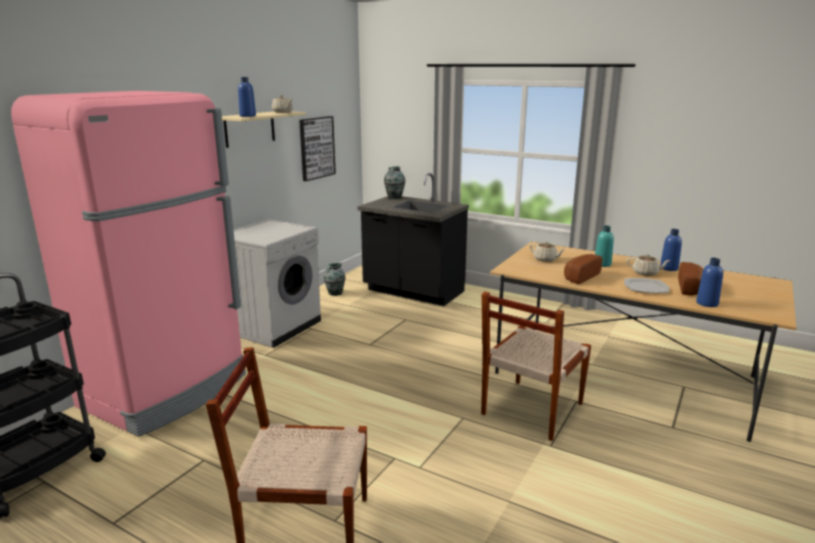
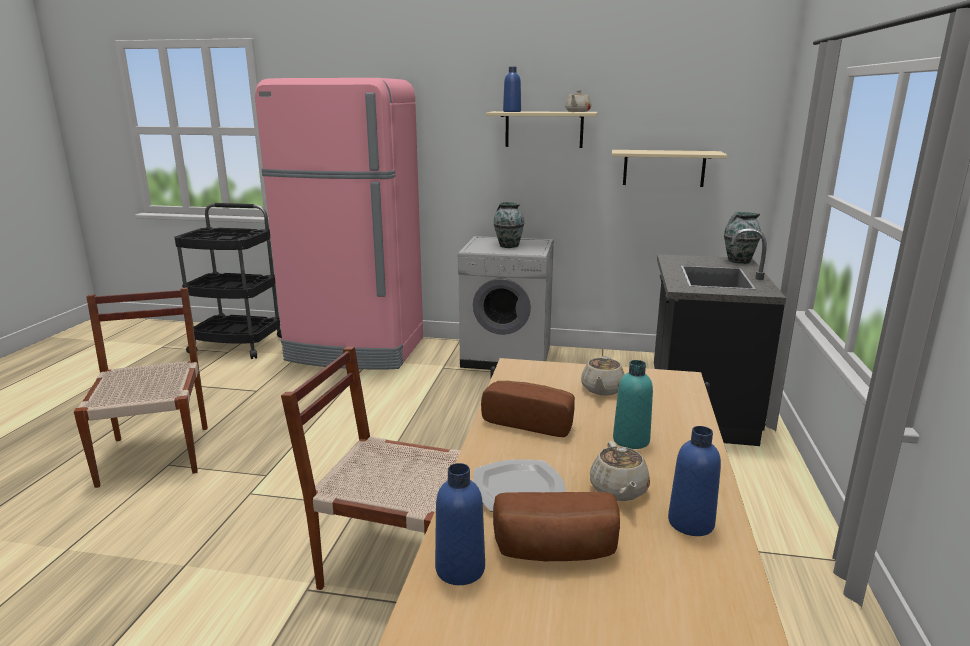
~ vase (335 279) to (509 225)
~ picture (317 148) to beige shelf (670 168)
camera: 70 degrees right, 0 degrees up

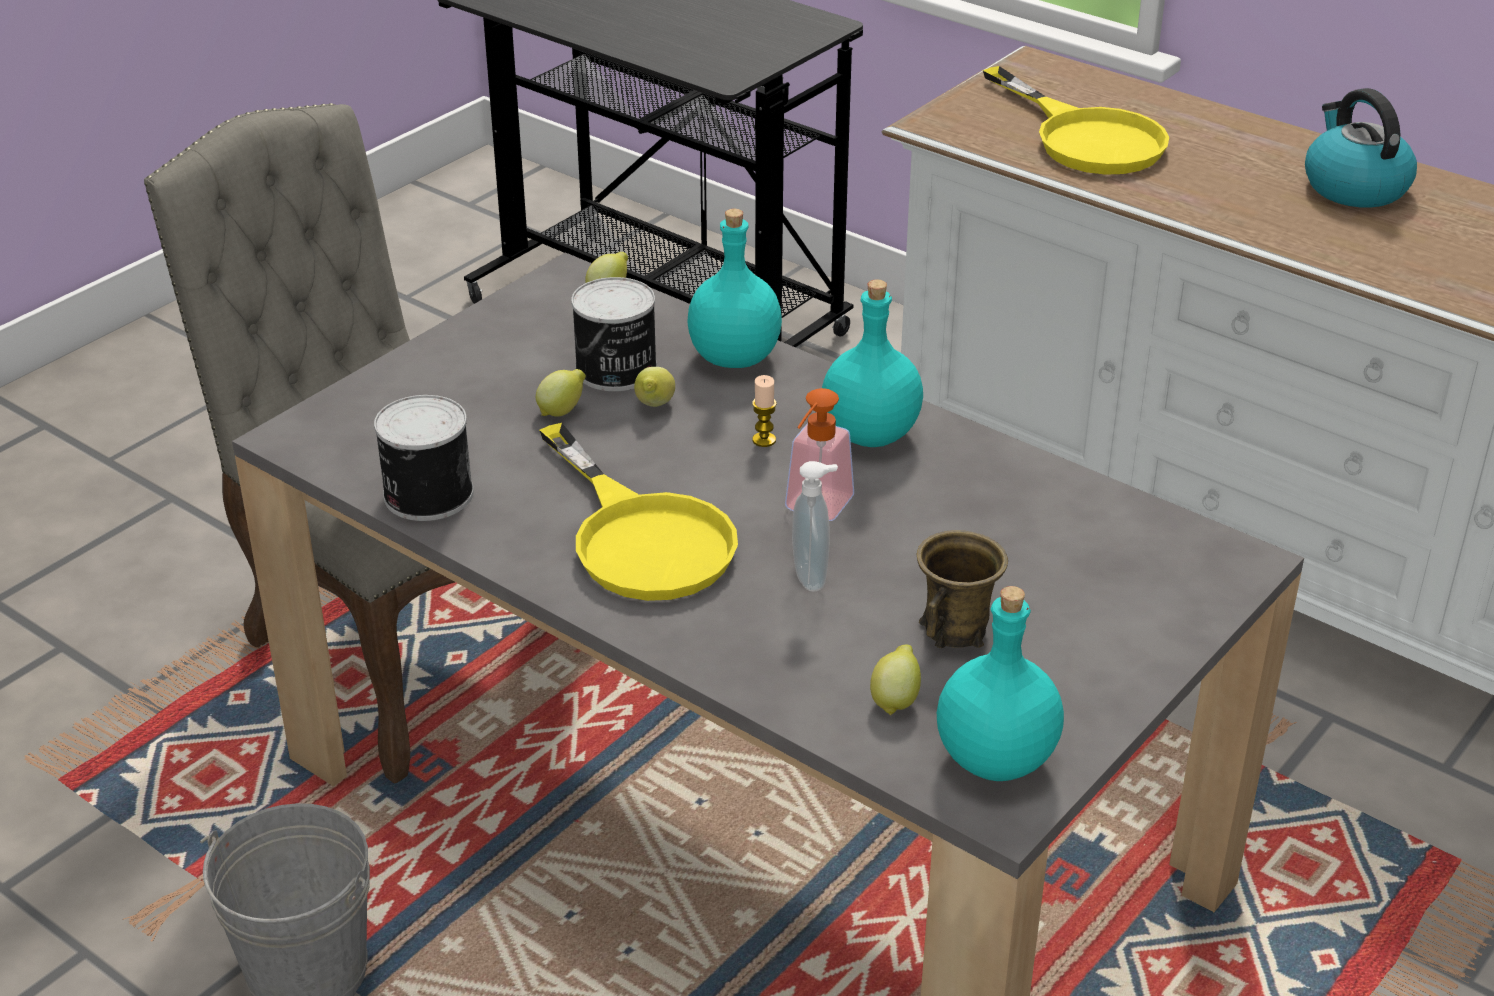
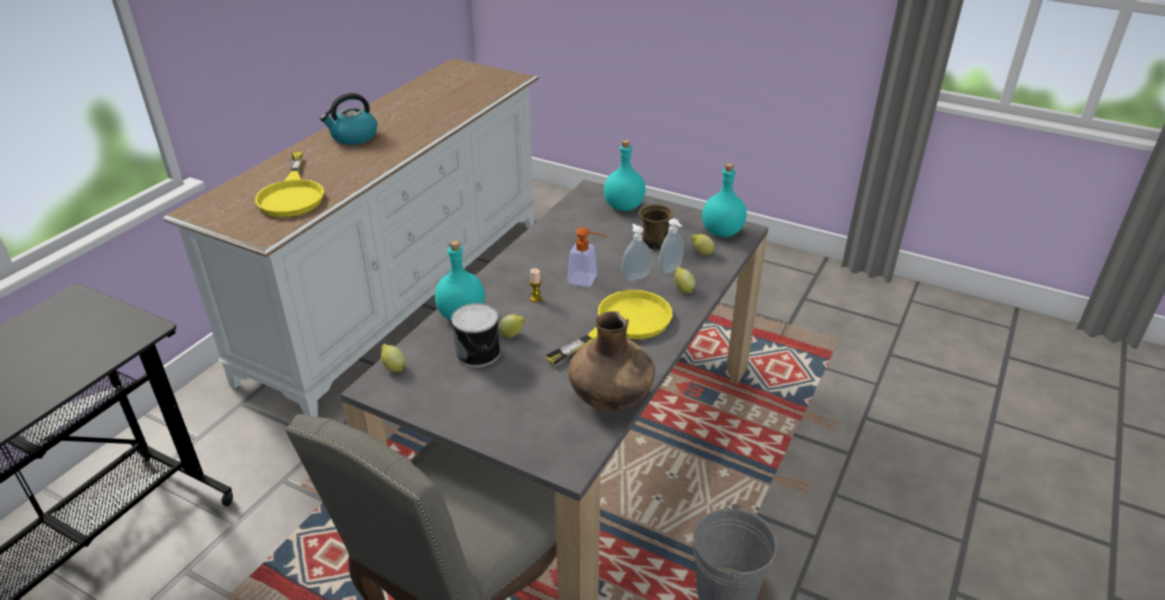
~ yellow frying pan (1076 120) = (289 184) 120 degrees clockwise
~ can (424 458) to brown vase (611 361)
~ turquoise bottle (872 363) to (625 175)
+ soap dispenser (671 246)
~ lemon (561 393) to (684 280)
camera: 100 degrees left, 0 degrees up

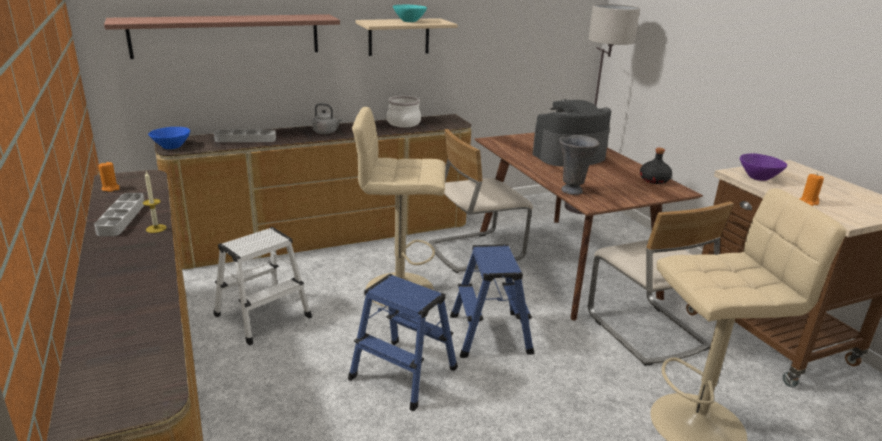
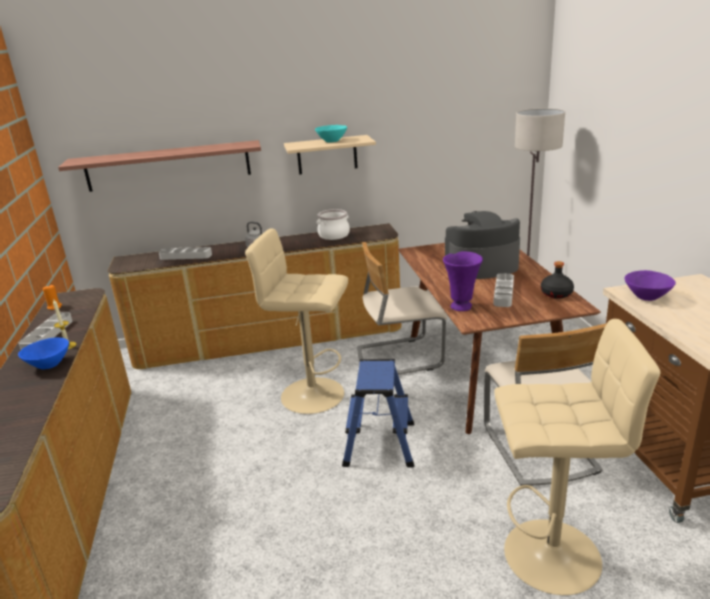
~ blue bowl (169 138) to (43 353)
~ grey vase (579 165) to purple vase (463 281)
+ grey tray (503 290)
- white step ladder (263 286)
- blue step ladder (403 342)
- orange candle (811 189)
camera: 15 degrees right, 0 degrees up

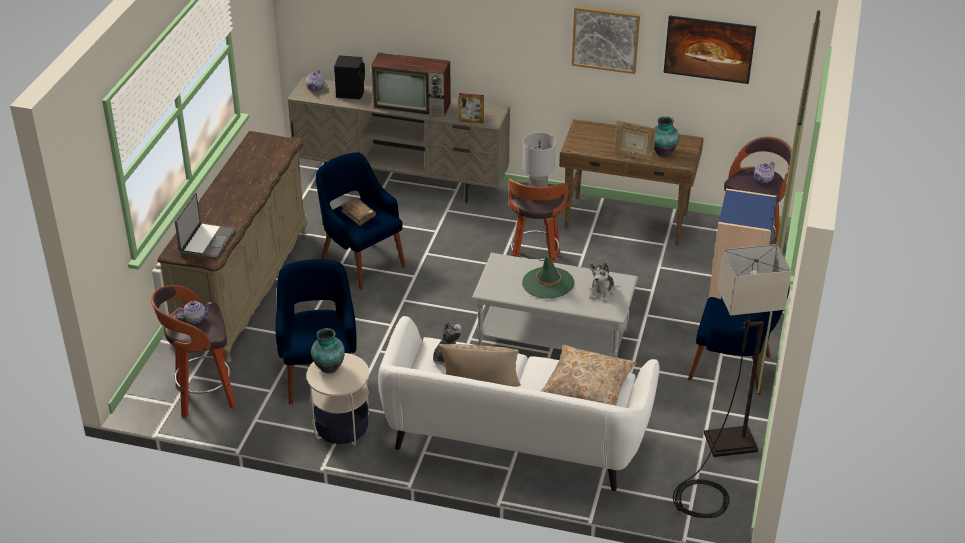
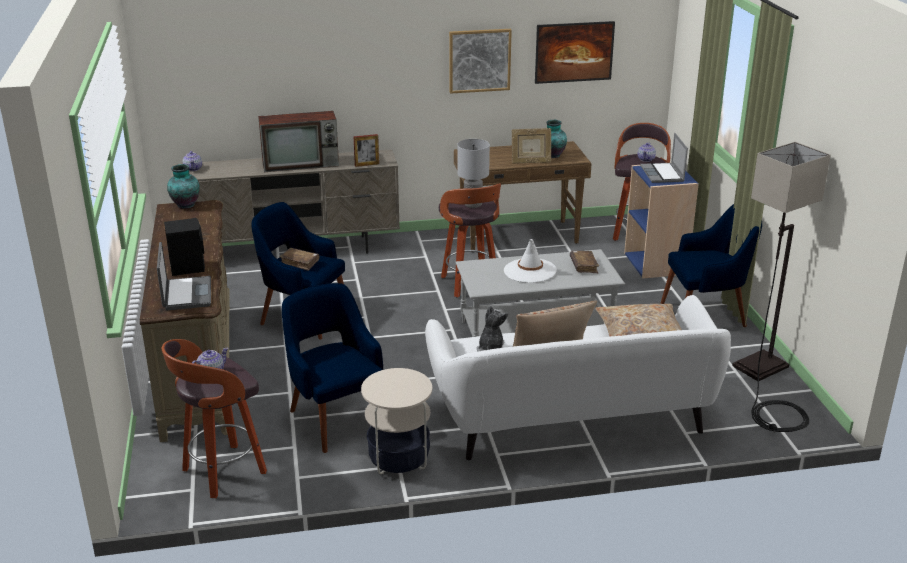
~ black speaker (349 77) to (184 247)
~ vase (328 350) to (183 186)
~ green hat (548 277) to white hat (530 261)
~ plush toy (602 282) to brown book (584 262)
+ laptop (664 158)
camera: 25 degrees left, 10 degrees down

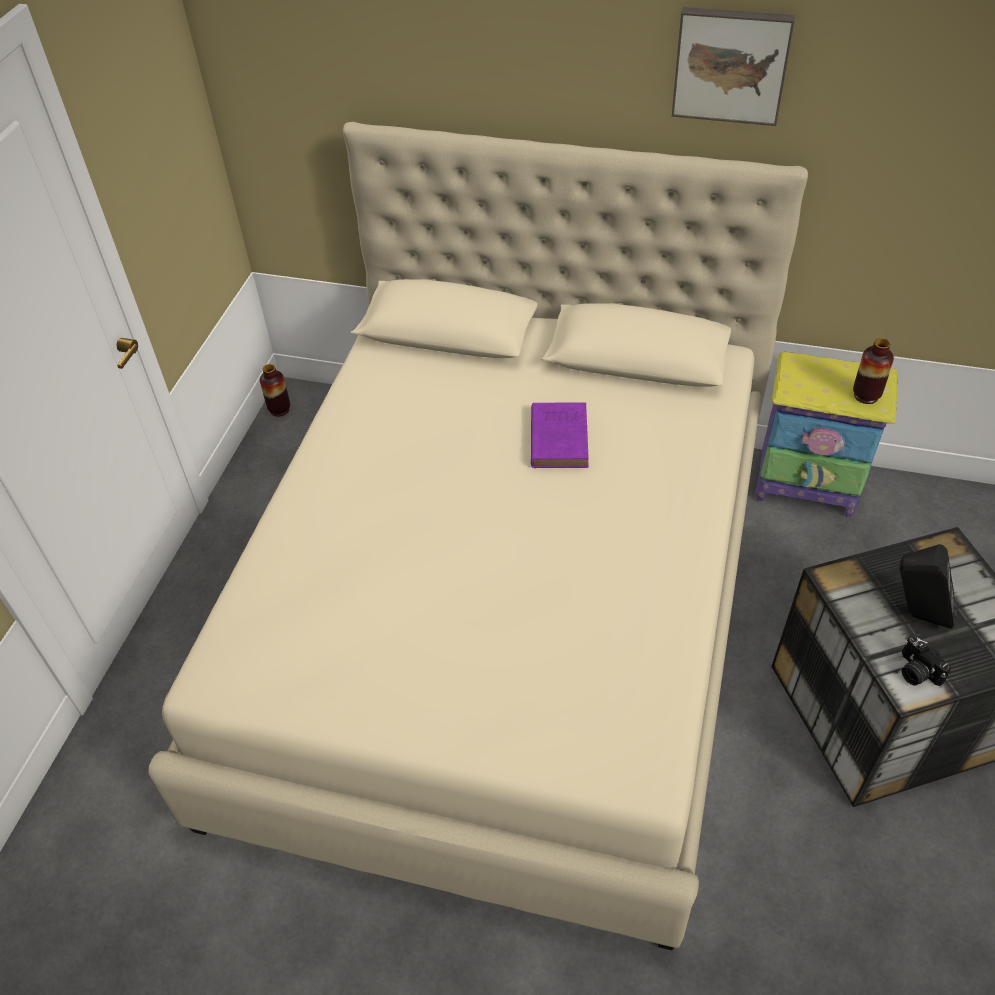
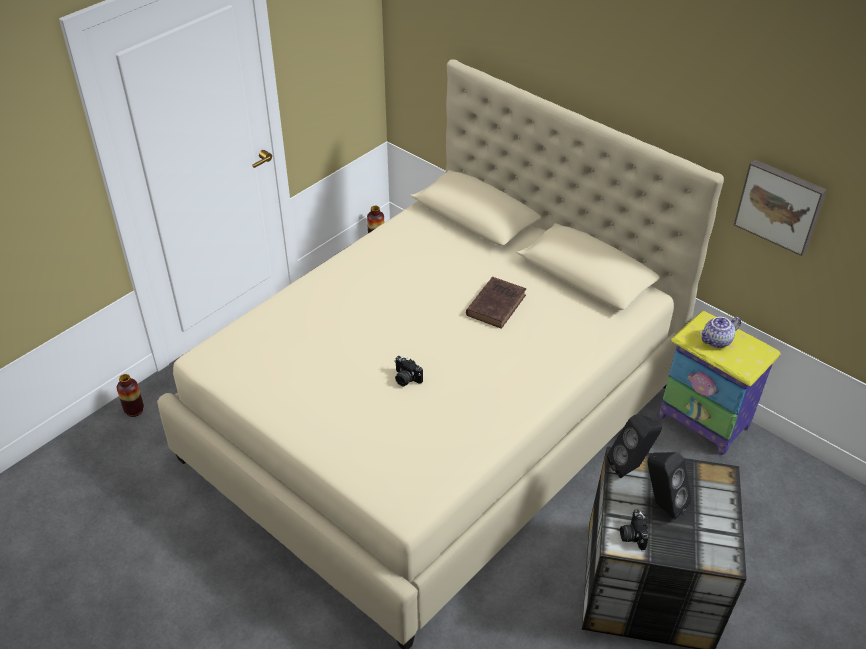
~ vase (873 371) to (130 395)
+ photo camera (409 371)
~ purple book (560 435) to brown book (496 303)
+ black speaker (634 446)
+ teapot (720 332)
~ picture (733 66) to (780 207)
camera: 25 degrees right, 5 degrees down

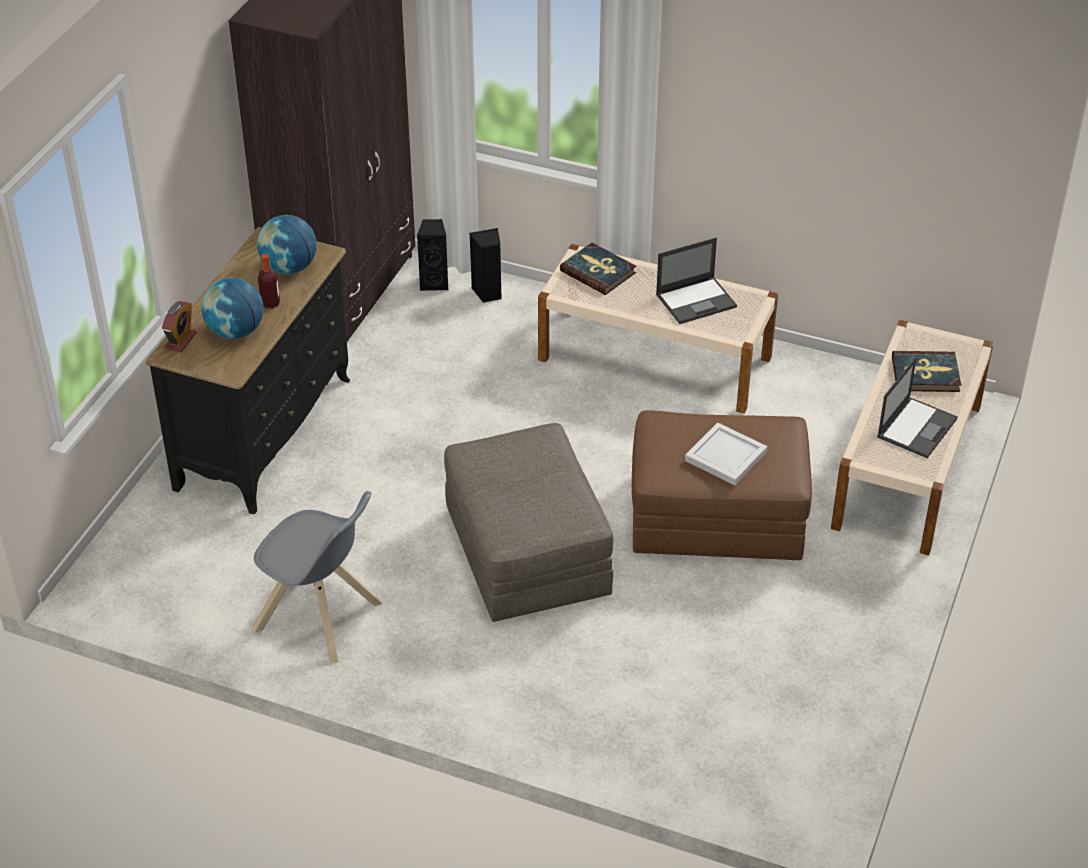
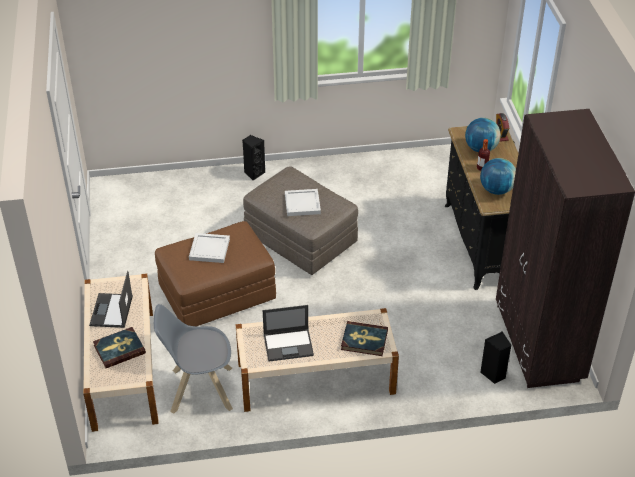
~ grey chair (317 577) to (193 359)
~ black speaker (485 265) to (253 158)
~ laptop (696 281) = (288 333) 135 degrees counterclockwise
+ white tray (303 202)
camera: 150 degrees right, 0 degrees up

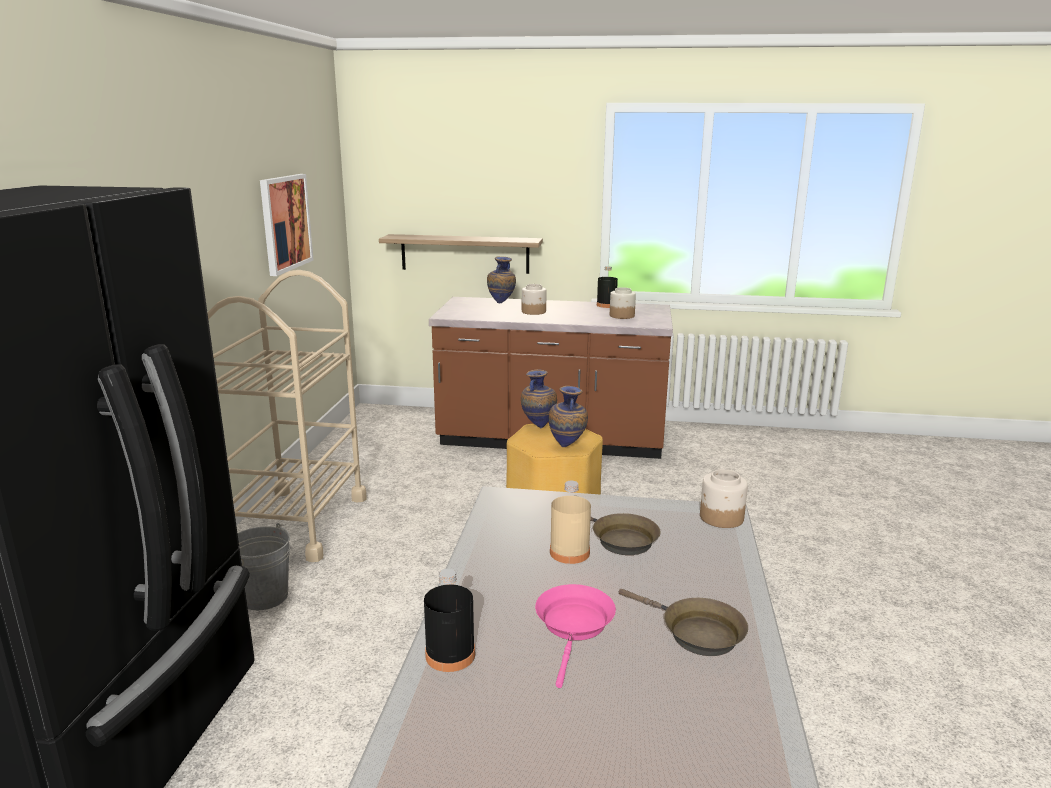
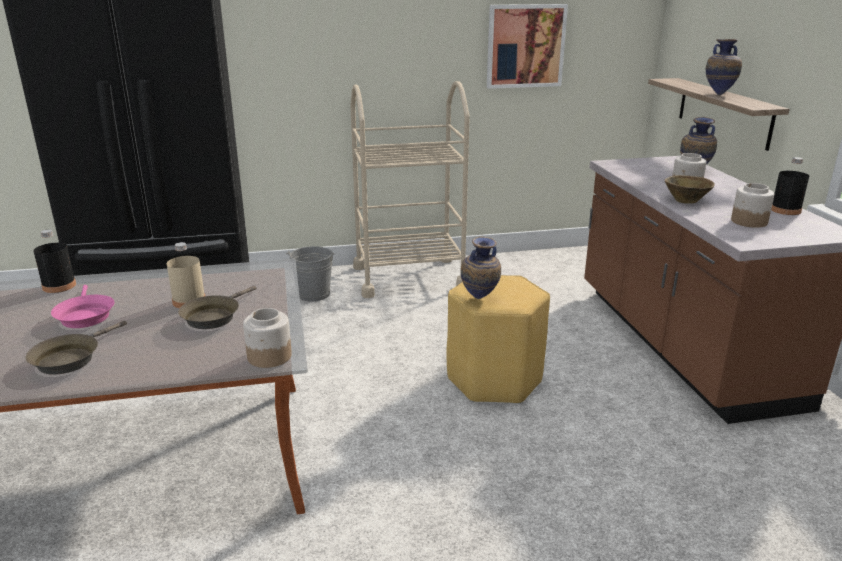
~ pink frying pan (575 636) = (82 306) 75 degrees clockwise
+ brown bowl (690 189)
~ vase (539 398) to (724 67)
camera: 70 degrees right, 5 degrees up

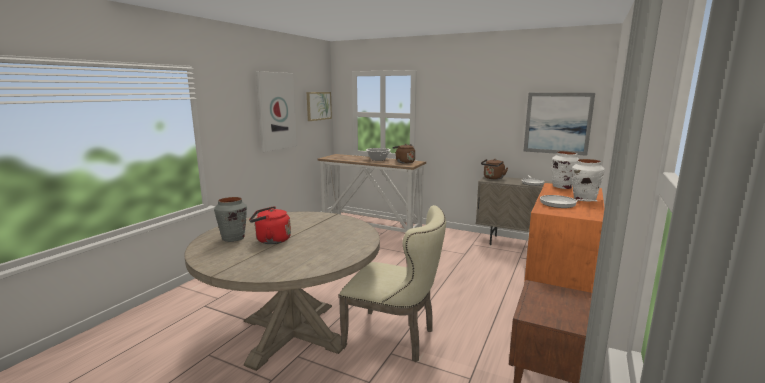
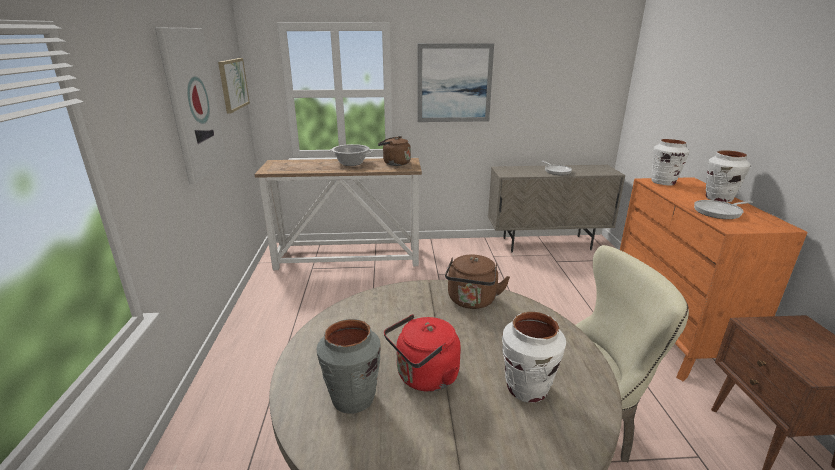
~ picture (559 124) to (456 82)
~ brown kettle (494 169) to (477 282)
+ white vase (533 357)
camera: 30 degrees left, 10 degrees up

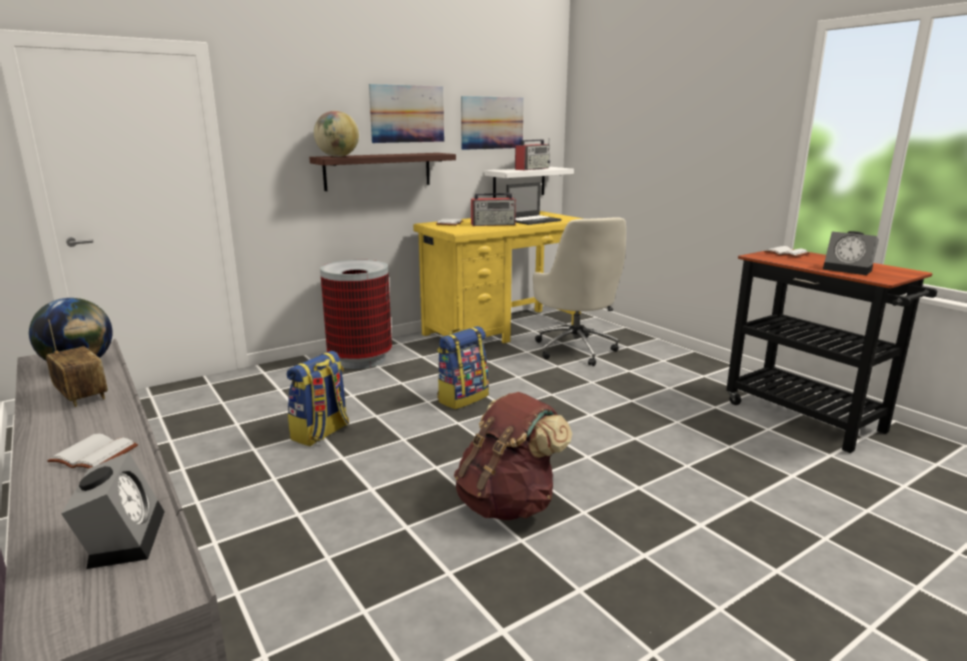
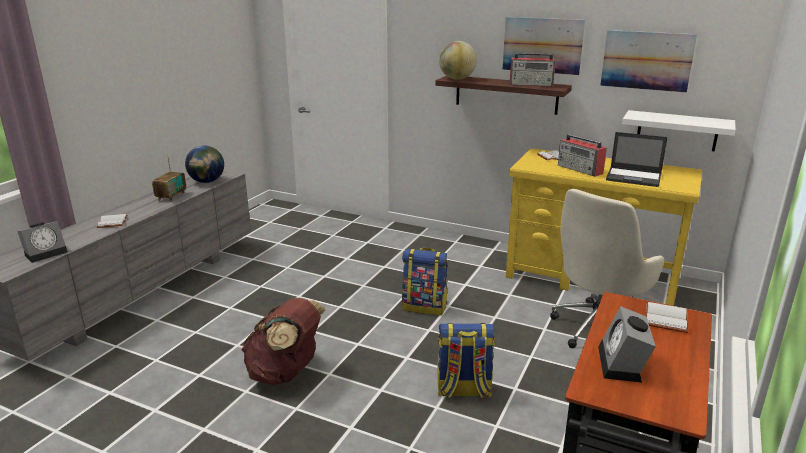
~ backpack (318 398) to (466 360)
~ radio (532 154) to (533 70)
- trash can (356 314)
camera: 60 degrees right, 5 degrees up

